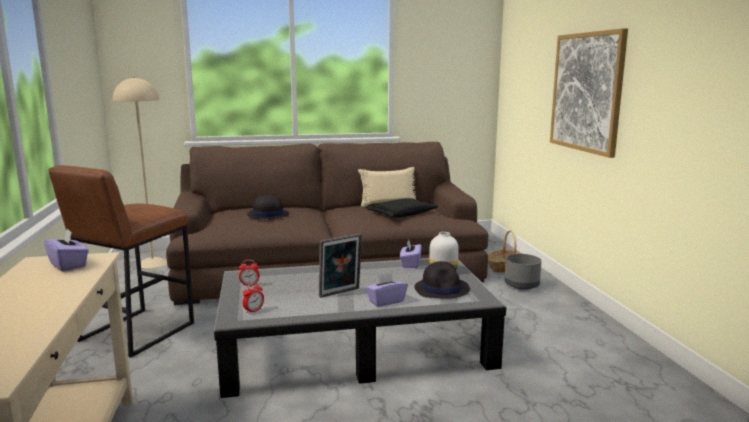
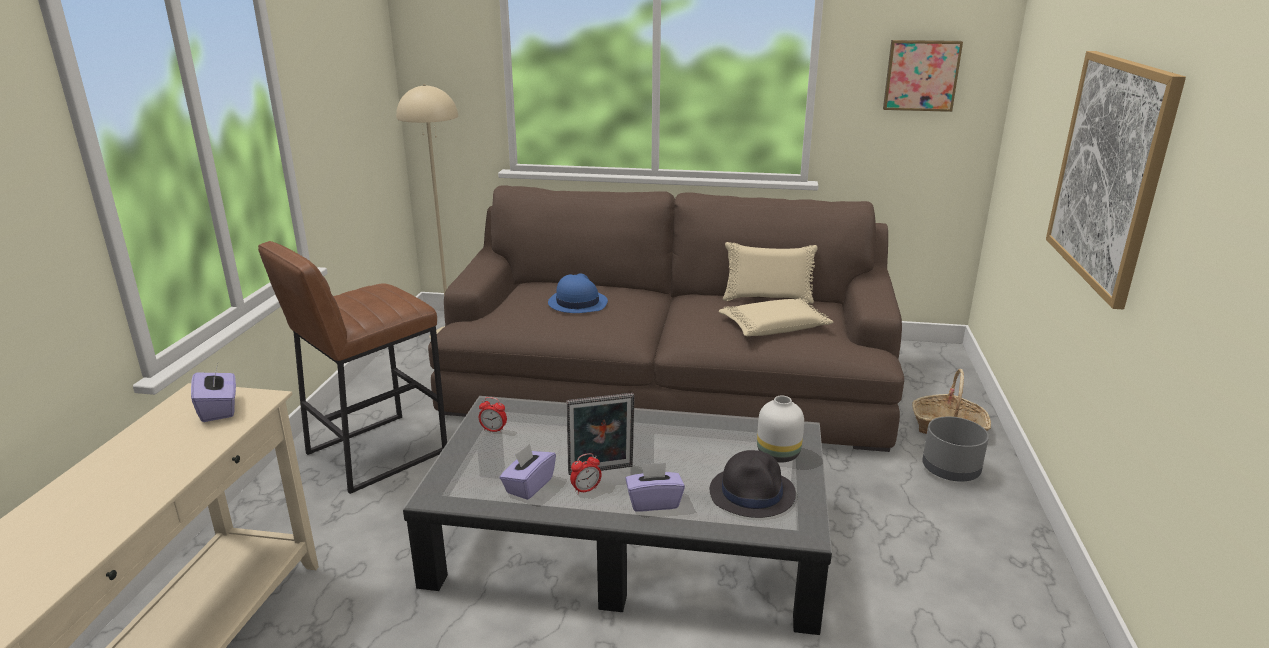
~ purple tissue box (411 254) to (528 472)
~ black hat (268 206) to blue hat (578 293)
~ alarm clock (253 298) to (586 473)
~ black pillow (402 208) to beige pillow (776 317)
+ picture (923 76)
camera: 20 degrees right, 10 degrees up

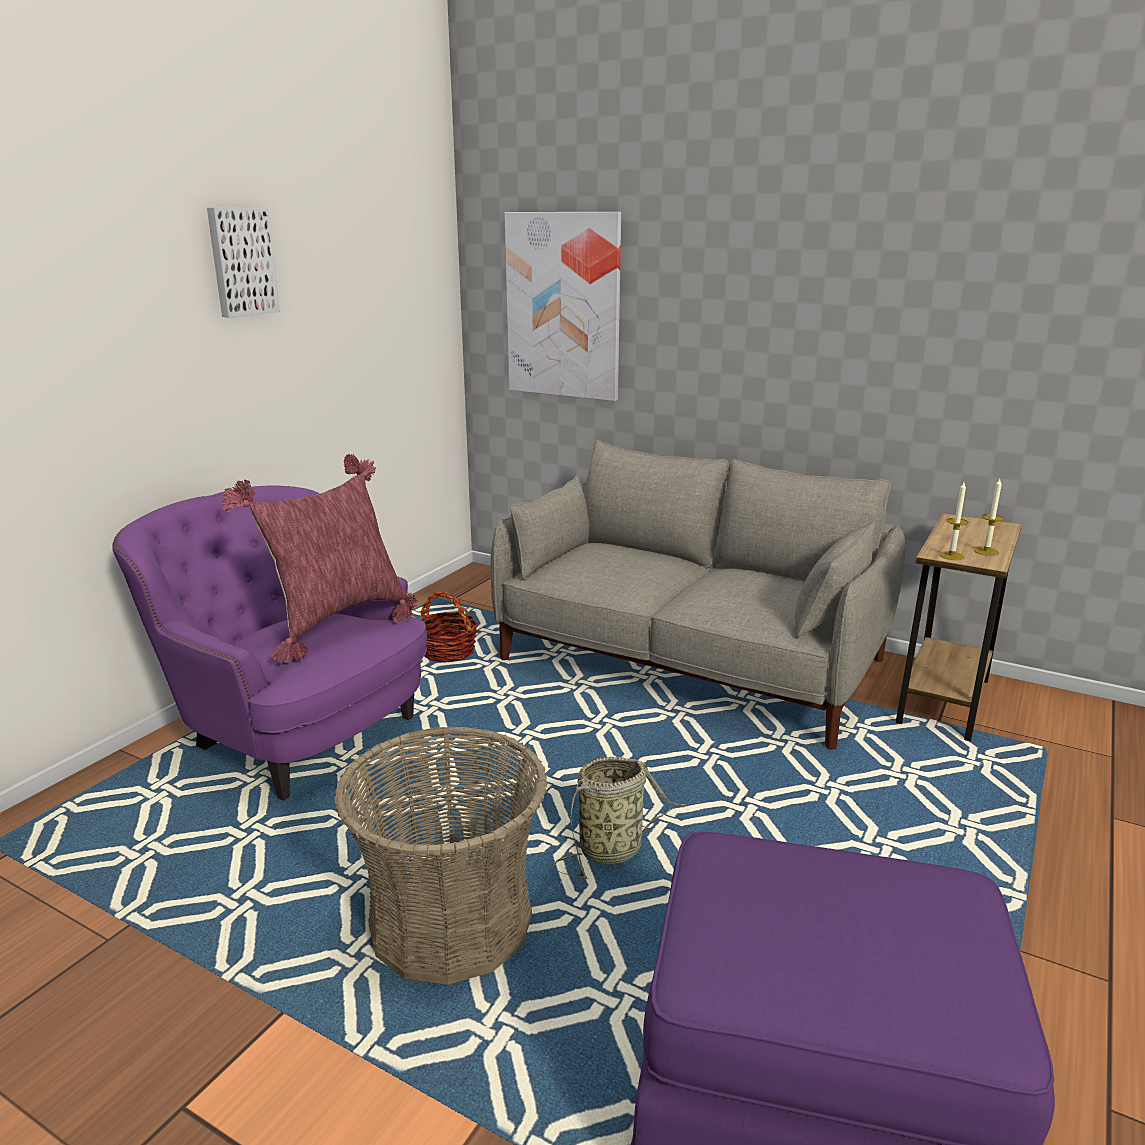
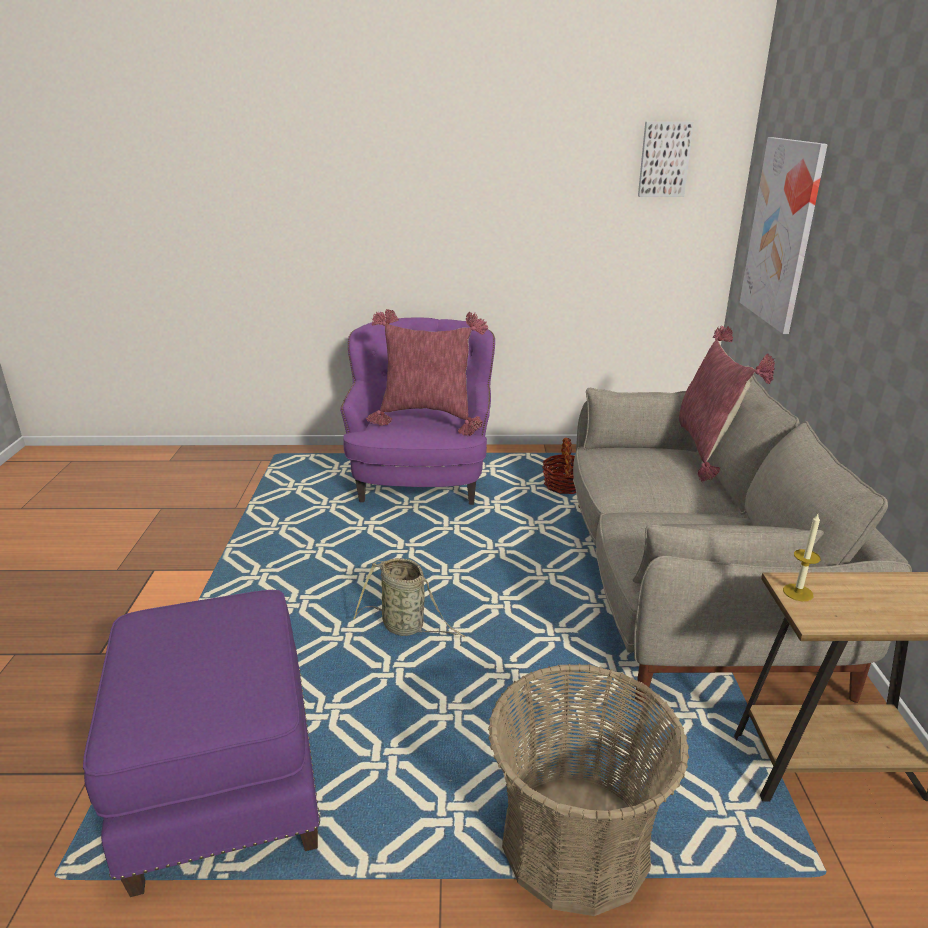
~ basket (441 855) to (588 789)
~ picture (243 262) to (666 159)
+ red pillow (727 404)
- candle (989 517)
camera: 60 degrees right, 5 degrees up

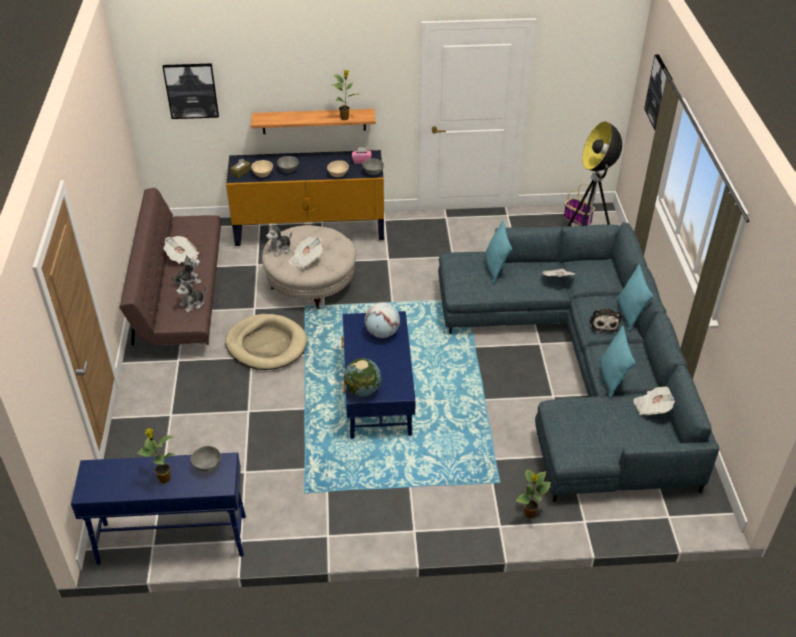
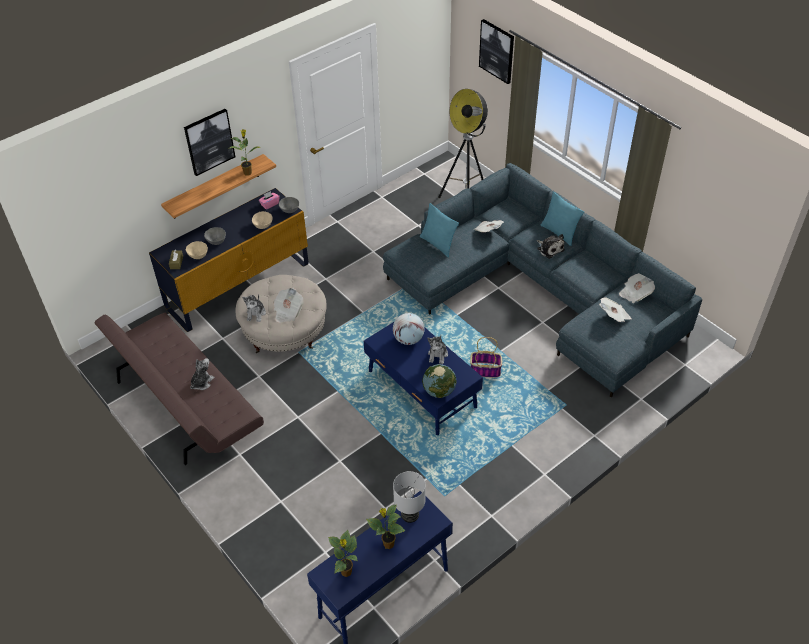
~ picture (191 91) to (209 142)
~ potted plant (533 494) to (342 553)
~ grey bowl (206 459) to grey table lamp (409 497)
~ plush toy (191 296) to (437 349)
~ basket (579 205) to (486 357)
~ newspaper (181 250) to (615 309)
- beige dog bed (266 342)
- turquoise pillow (617 362)
camera: 35 degrees left, 5 degrees up

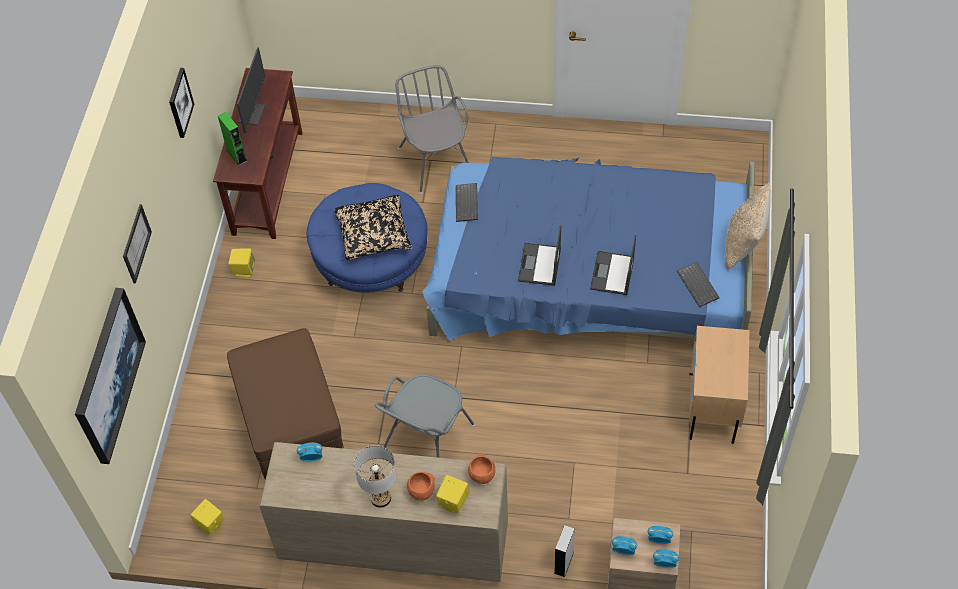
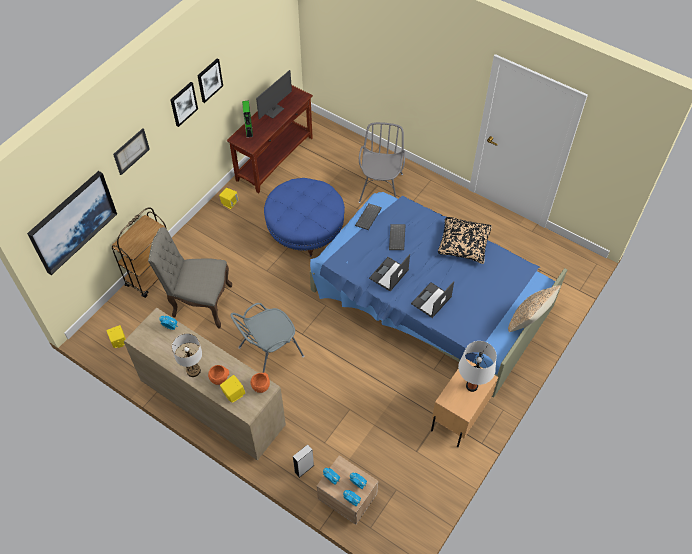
+ brown cart (139 253)
~ brown ottoman (285 403) to grey chair (190 277)
+ picture (184 104)
~ keyboard (698 284) to (397 237)
~ black pillow (373 227) to (465 240)
+ white table lamp (477 366)
camera: 25 degrees right, 0 degrees up

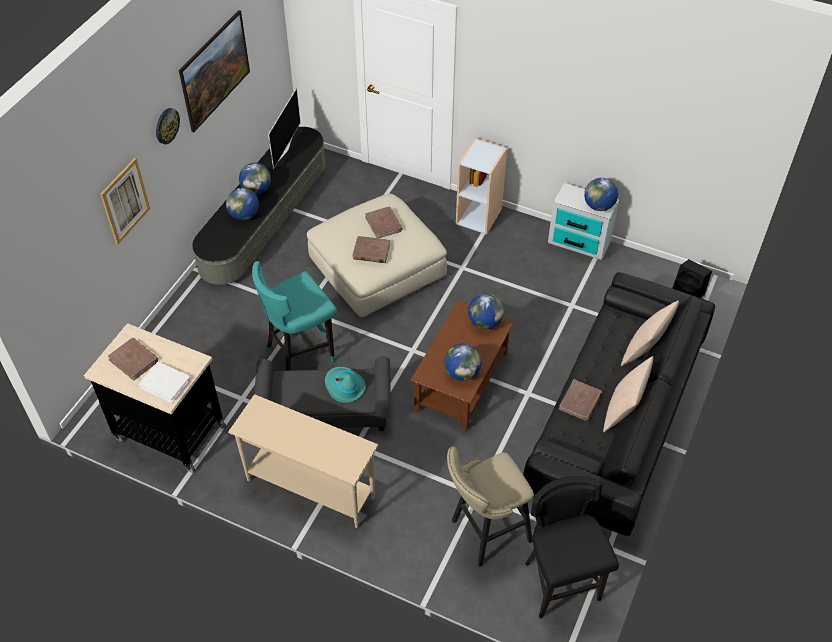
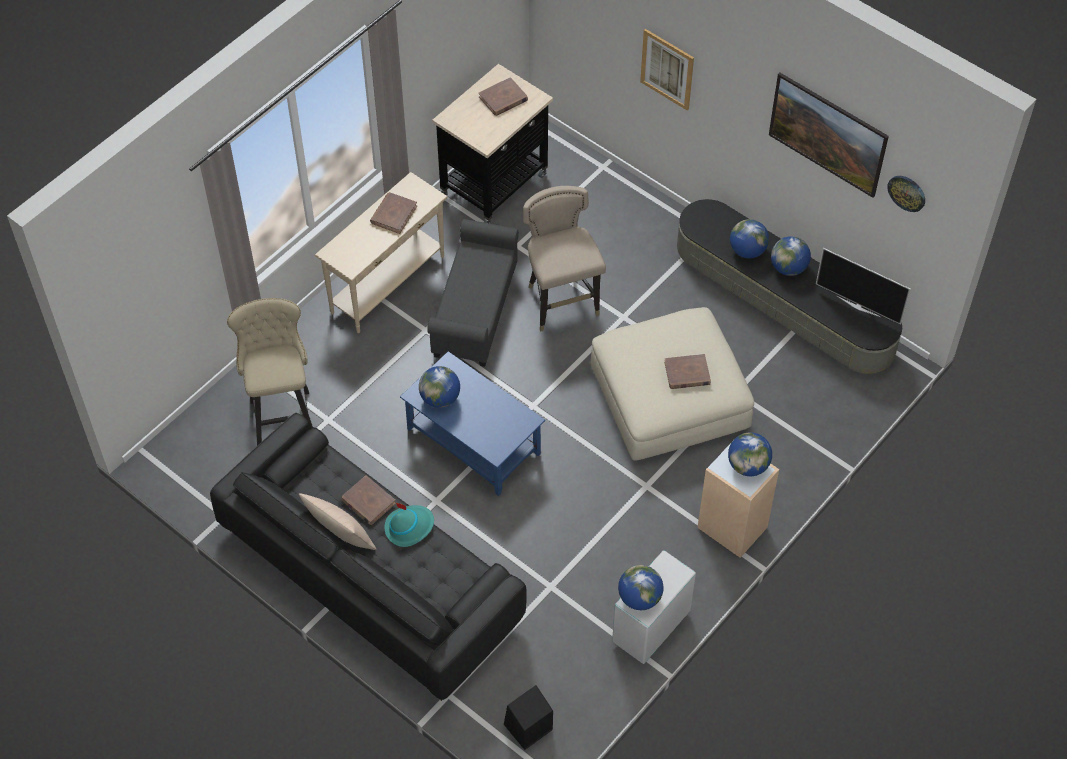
~ brown book (371 249) to (393 213)
~ turquoise hat (345 385) to (409 524)
~ brown coffee table (462 365) to blue coffee table (472 423)
~ turquoise stool (294 316) to beige stool (564 259)
~ globe (486 311) to (750 454)
~ wall clock (168 126) to (906 194)
- white book (164 382)
- black stool (572 547)
- beige pillow (650 333)
camera: 105 degrees right, 5 degrees up

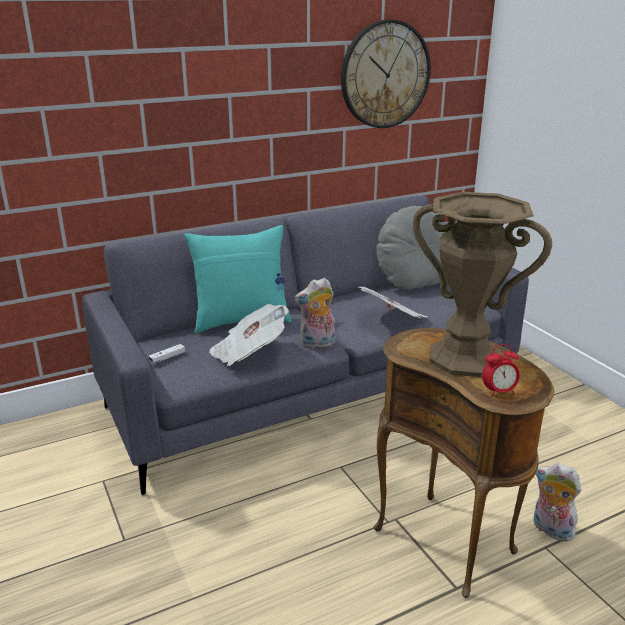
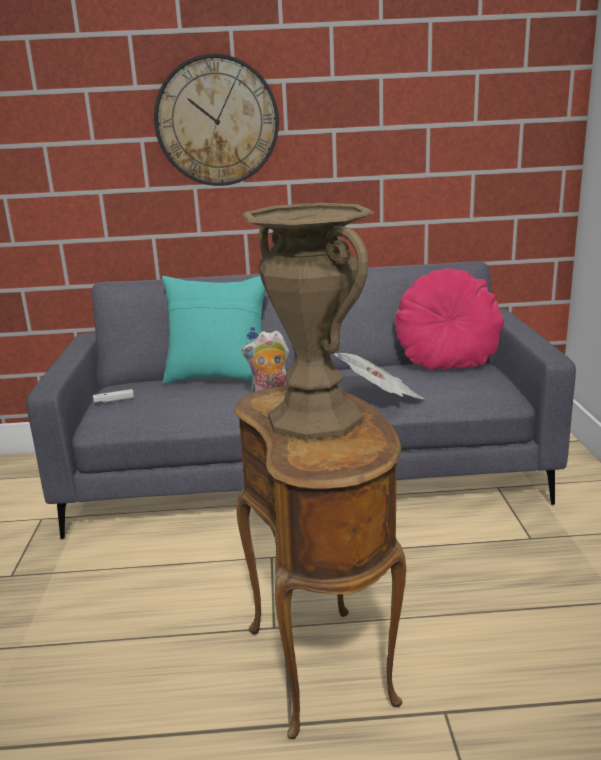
~ wall clock (386 73) to (216 120)
~ grey pillow (411 248) to pink pillow (449 319)
- newspaper (249 335)
- alarm clock (501 371)
- plush toy (558 502)
camera: 25 degrees right, 5 degrees down

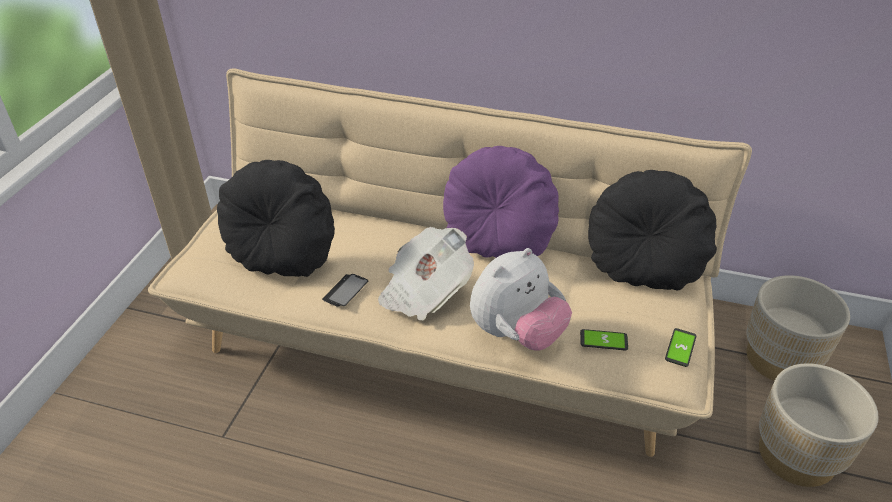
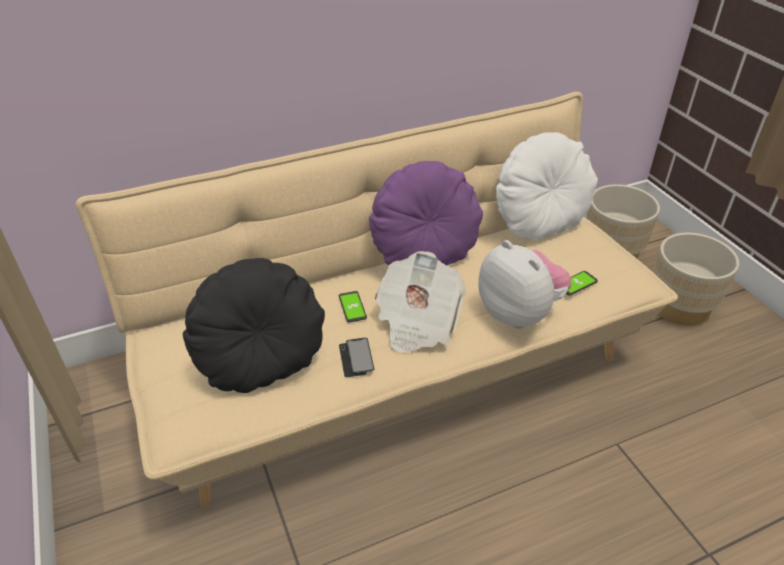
~ phone (680 347) to (353 306)
~ plush toy (521 299) = (525 284) 45 degrees counterclockwise
~ black pillow (652 230) to white pillow (547 186)
camera: 40 degrees left, 0 degrees up

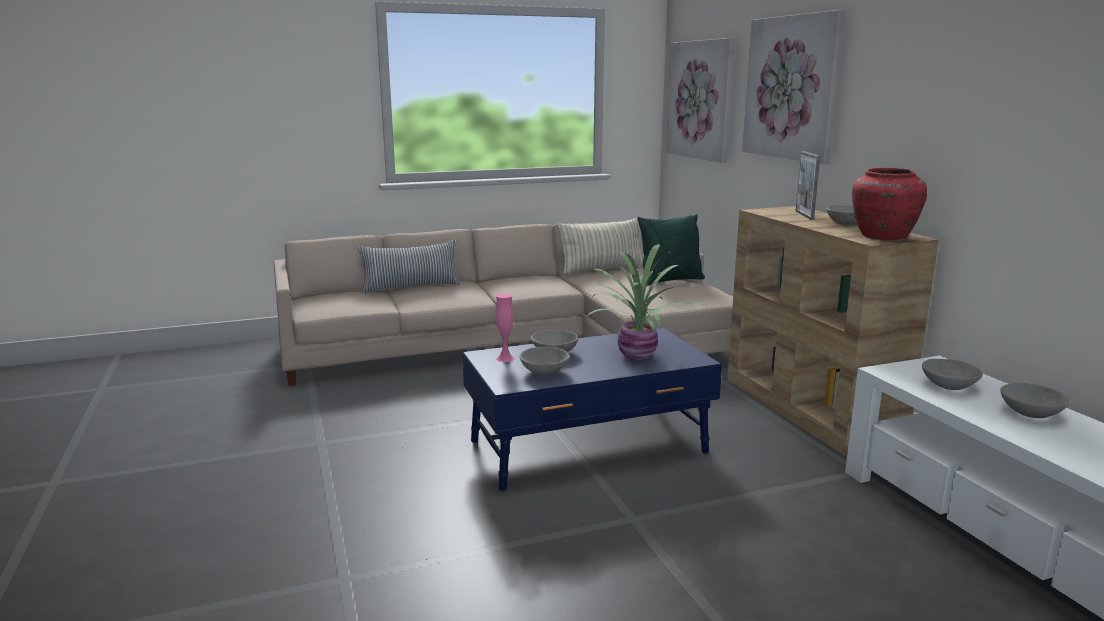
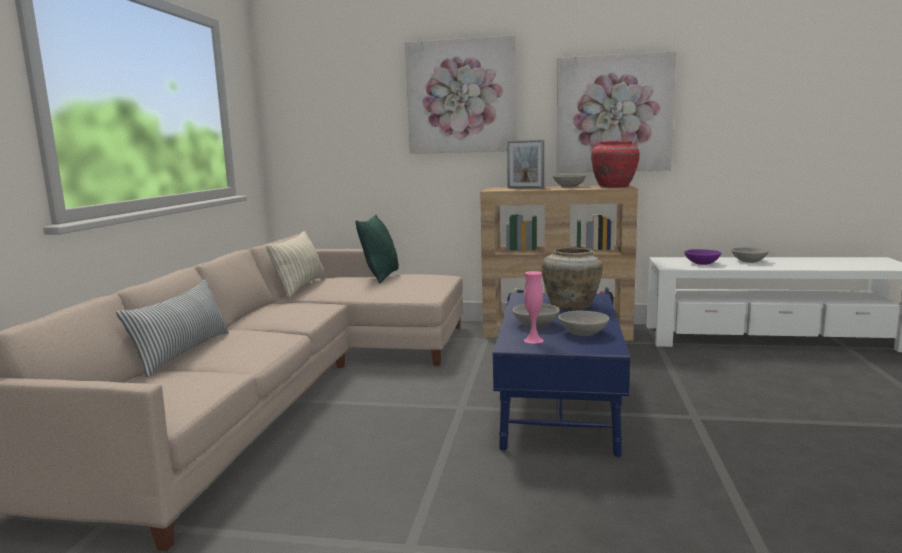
~ potted plant (647 302) to beige vase (572 278)
~ picture (700 100) to (616 112)
~ grey bowl (952 374) to purple bowl (702 257)
camera: 60 degrees left, 5 degrees down

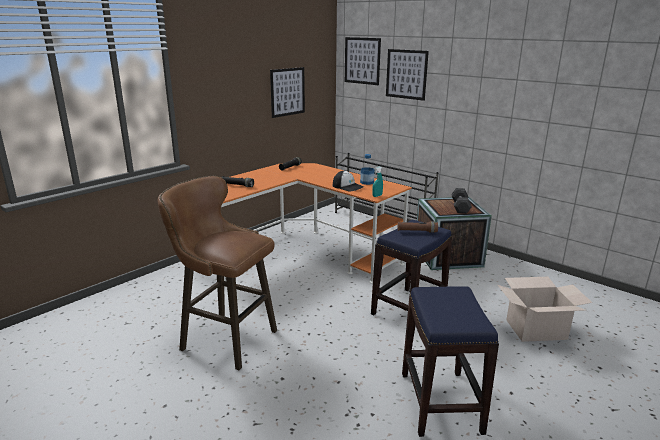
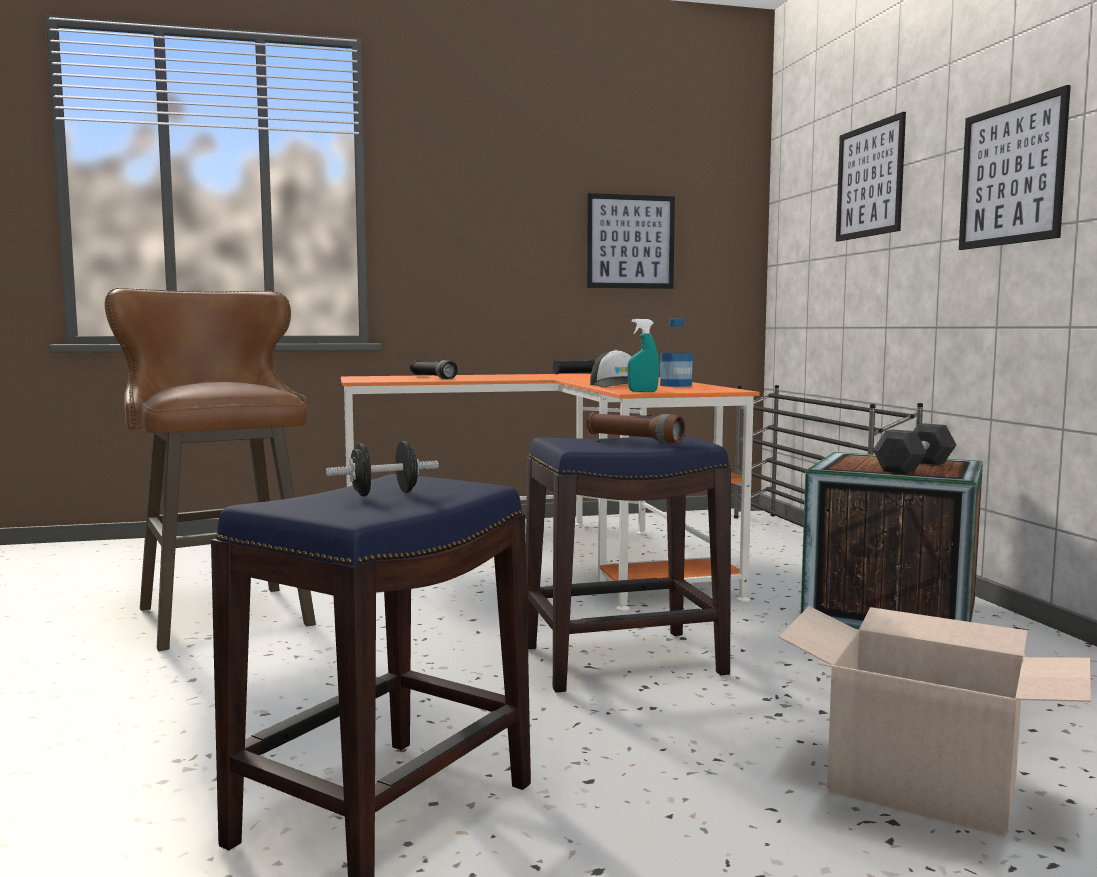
+ black dumbbell (382 468)
~ picture (363 61) to (1015 167)
camera: 35 degrees right, 15 degrees down

